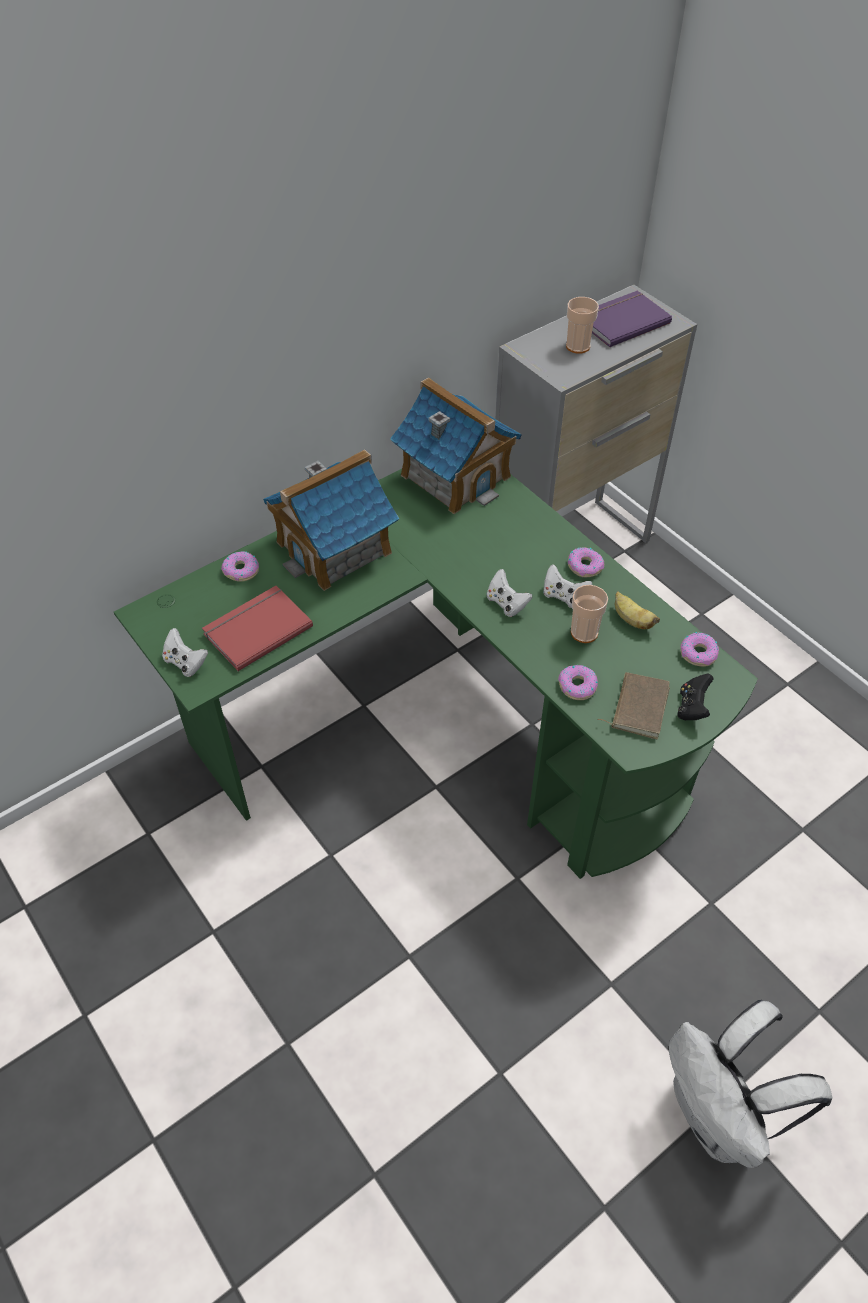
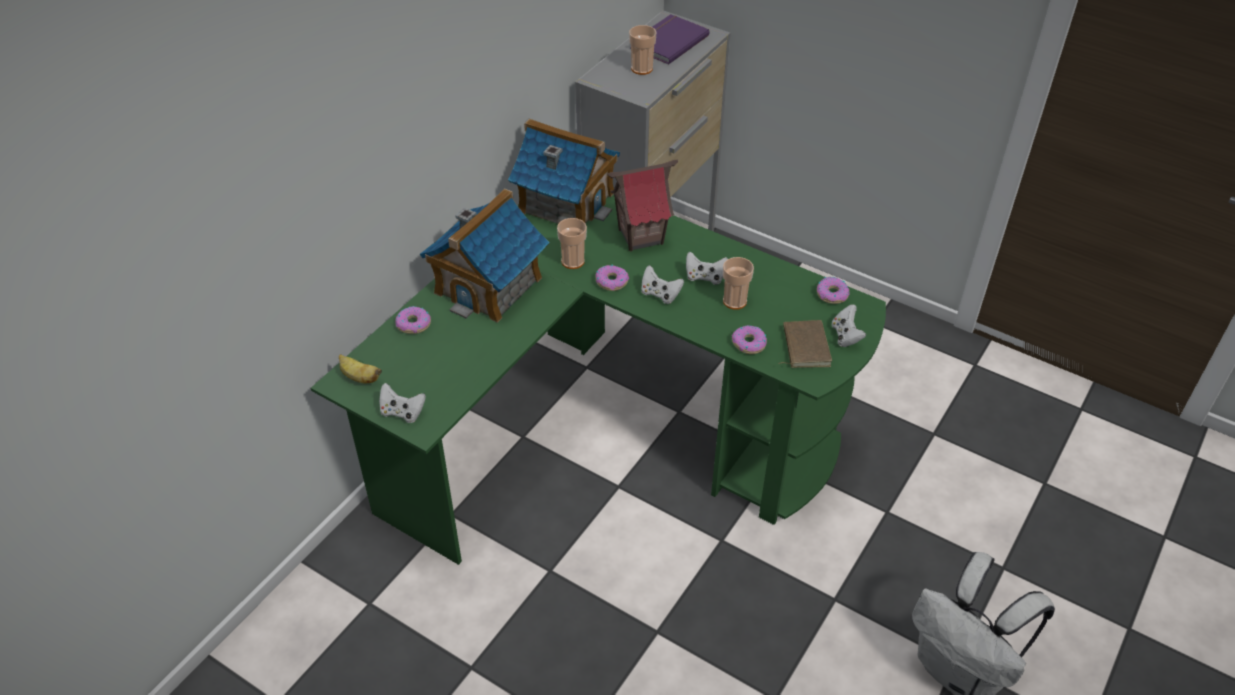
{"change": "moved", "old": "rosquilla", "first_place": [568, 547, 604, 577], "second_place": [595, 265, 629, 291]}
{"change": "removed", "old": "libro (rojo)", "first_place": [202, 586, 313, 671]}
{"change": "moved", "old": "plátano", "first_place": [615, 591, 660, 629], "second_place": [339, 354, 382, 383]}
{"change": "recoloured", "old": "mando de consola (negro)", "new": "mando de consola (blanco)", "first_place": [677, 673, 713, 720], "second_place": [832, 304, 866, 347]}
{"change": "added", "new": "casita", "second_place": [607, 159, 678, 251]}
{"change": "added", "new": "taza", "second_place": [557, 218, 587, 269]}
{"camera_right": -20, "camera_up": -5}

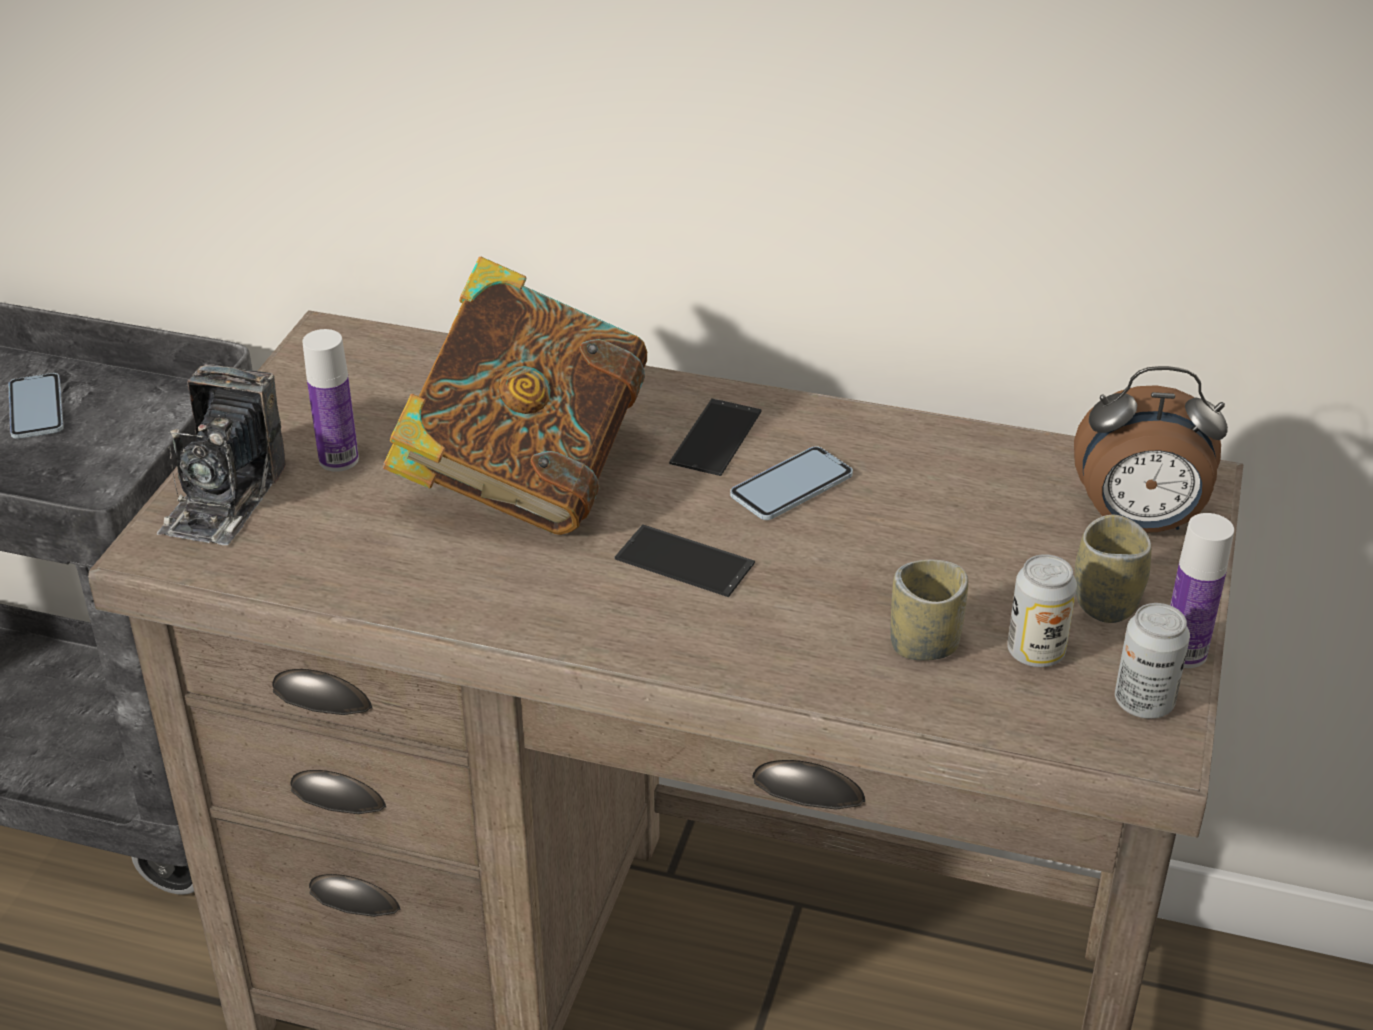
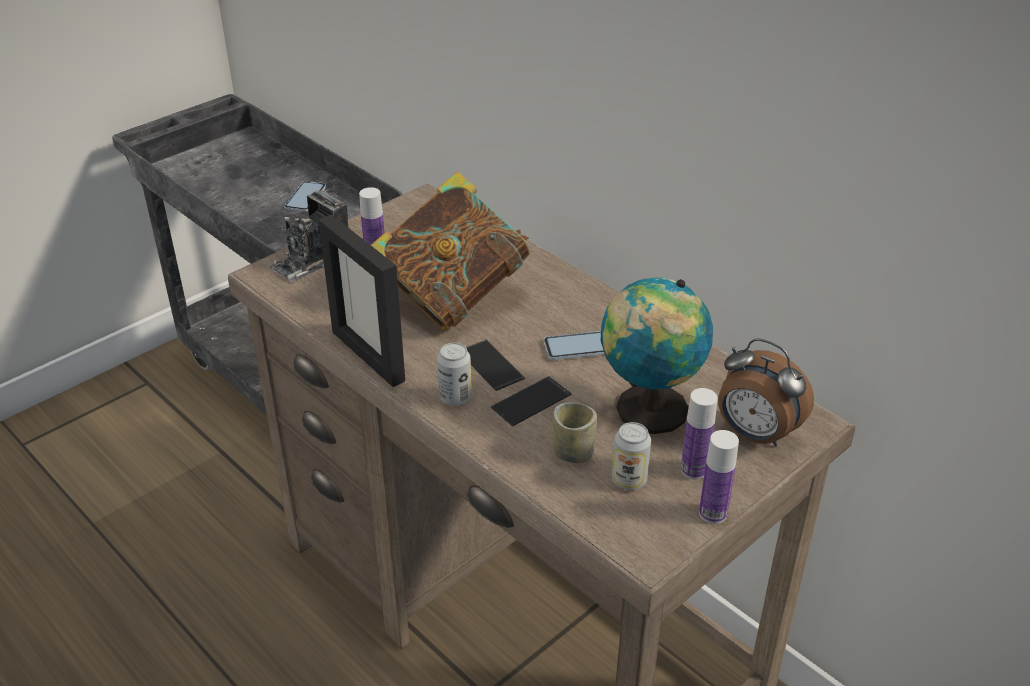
{"change": "moved", "old": "móvil", "first_place": [669, 398, 762, 476], "second_place": [491, 376, 571, 426]}
{"change": "replaced", "old": "taza", "new": "botella", "first_place": [1075, 515, 1151, 623], "second_place": [681, 388, 718, 480]}
{"change": "moved", "old": "lata", "first_place": [1115, 603, 1190, 719], "second_place": [437, 342, 472, 406]}
{"change": "added", "new": "portarretratos", "second_place": [318, 214, 405, 387]}
{"change": "added", "new": "globo terráqueo", "second_place": [601, 277, 713, 434]}
{"camera_right": 30, "camera_up": 0}

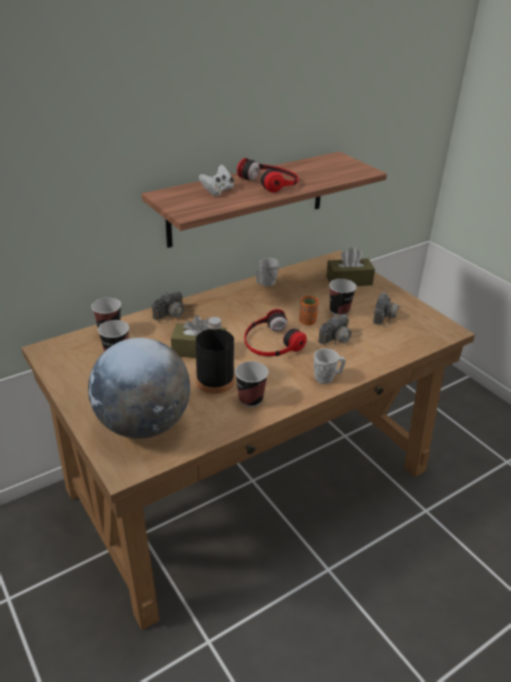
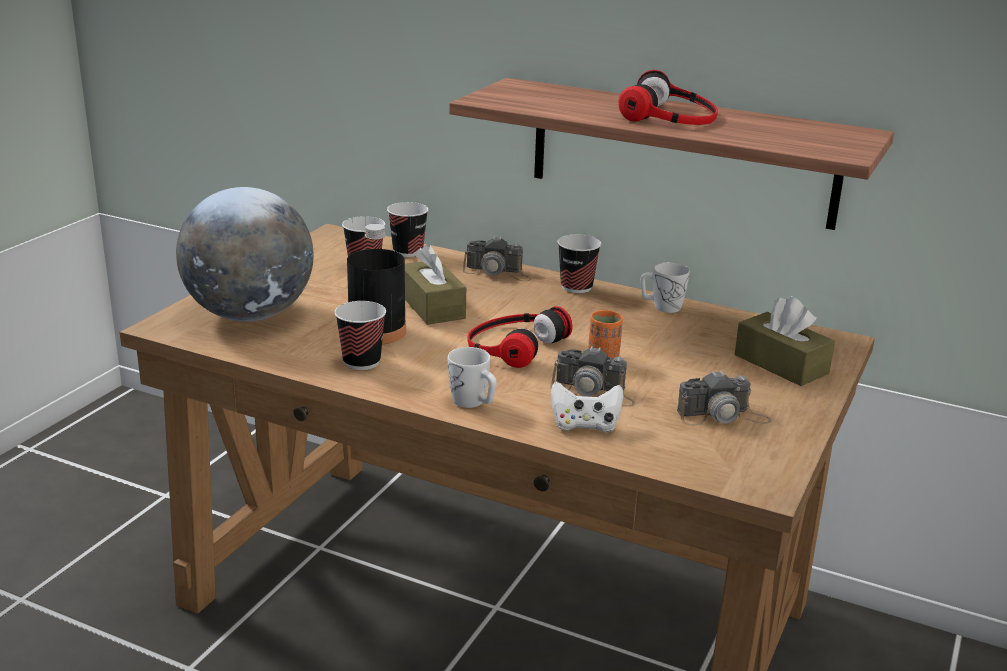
{"change": "moved", "old": "mando de consola (blanco)", "first_place": [199, 165, 234, 196], "second_place": [551, 382, 623, 433]}
{"change": "moved", "old": "taza", "first_place": [329, 279, 357, 316], "second_place": [557, 235, 601, 293]}
{"camera_right": 60, "camera_up": -10}

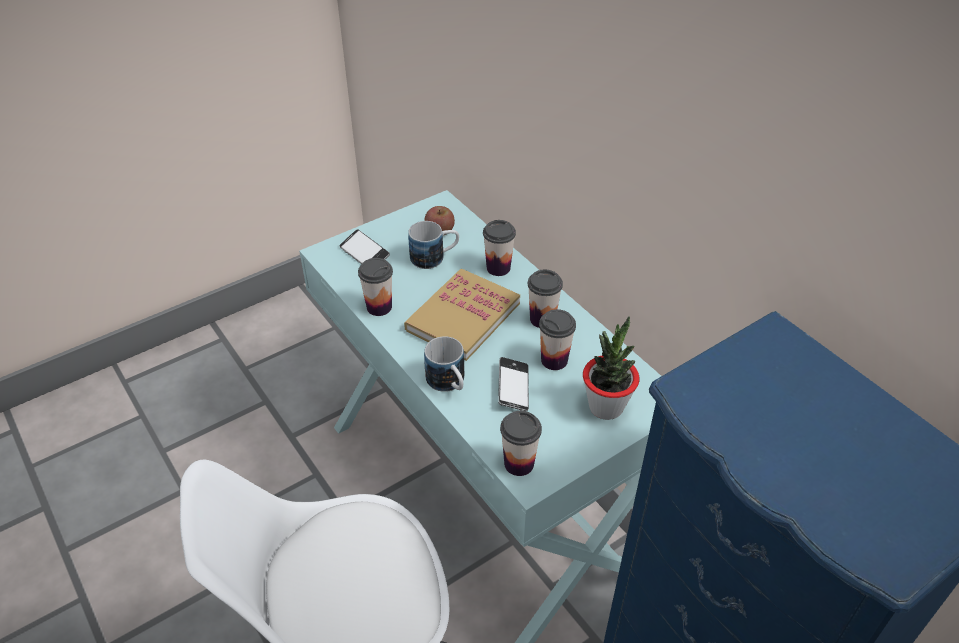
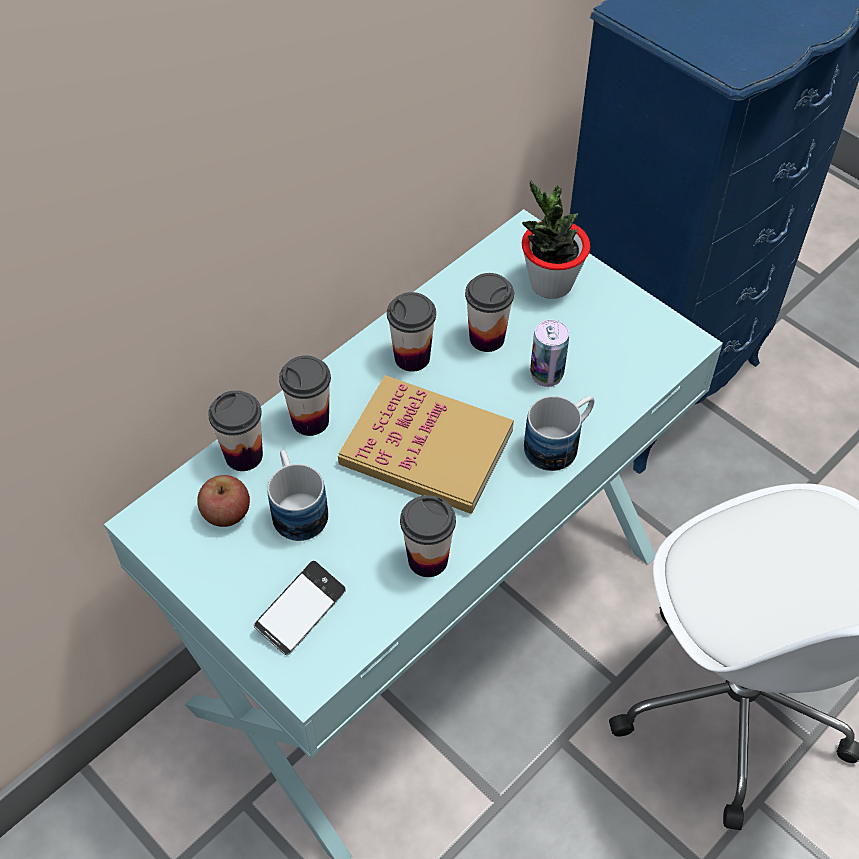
{"change": "replaced", "old": "móvil", "new": "lata", "first_place": [498, 357, 529, 411], "second_place": [530, 320, 569, 387]}
{"change": "moved", "old": "taza", "first_place": [500, 411, 542, 476], "second_place": [208, 390, 263, 471]}
{"camera_right": -100, "camera_up": 10}

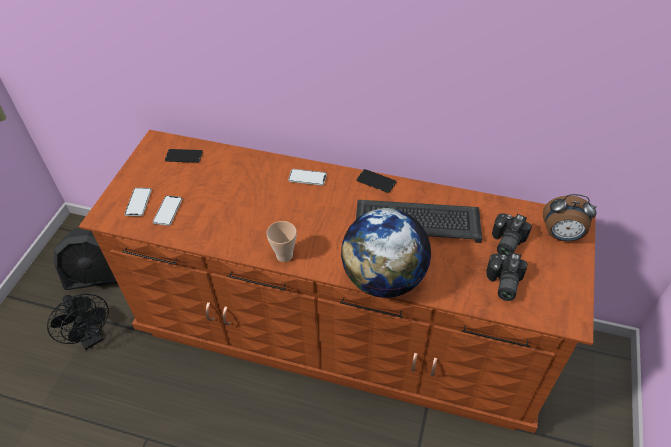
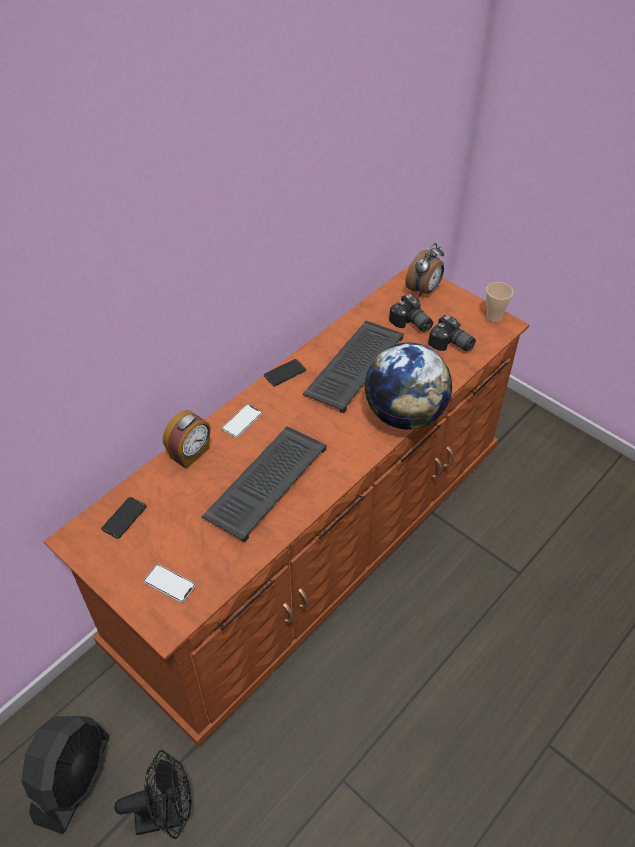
{"change": "removed", "old": "móvil", "first_place": [153, 195, 183, 226]}
{"change": "moved", "old": "taza", "first_place": [267, 221, 297, 262], "second_place": [486, 282, 513, 322]}
{"change": "added", "new": "despertador", "second_place": [163, 410, 211, 469]}
{"change": "added", "new": "teclado", "second_place": [201, 426, 327, 542]}
{"camera_right": -65, "camera_up": 0}

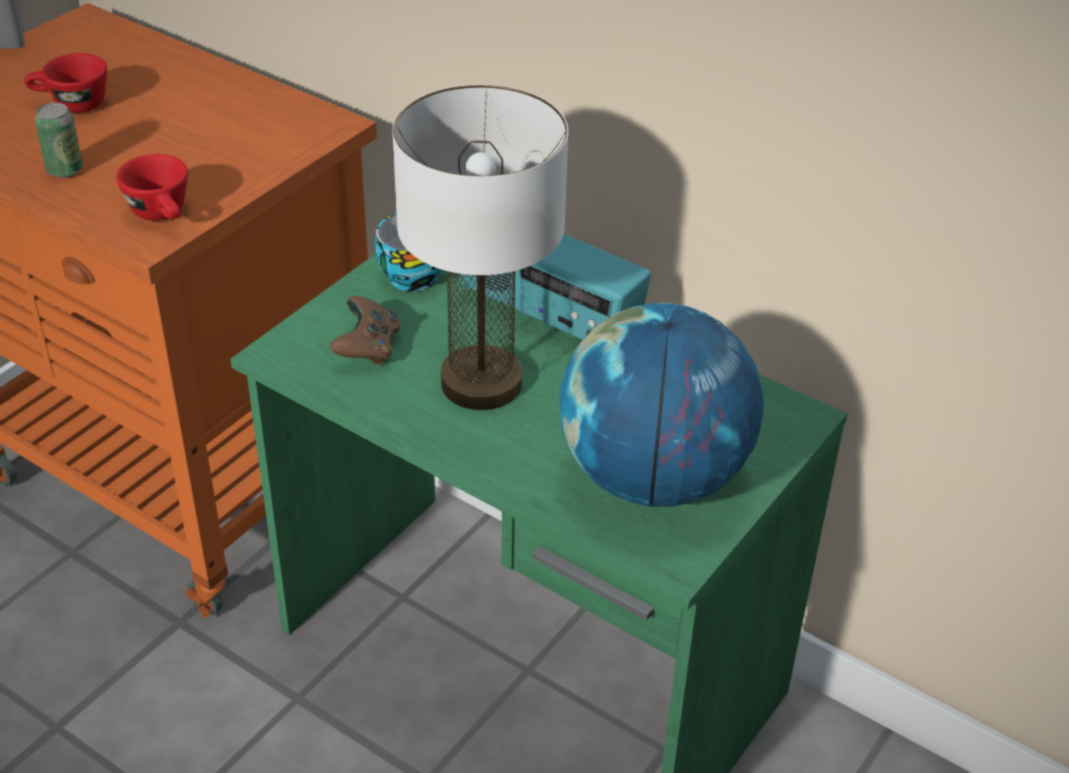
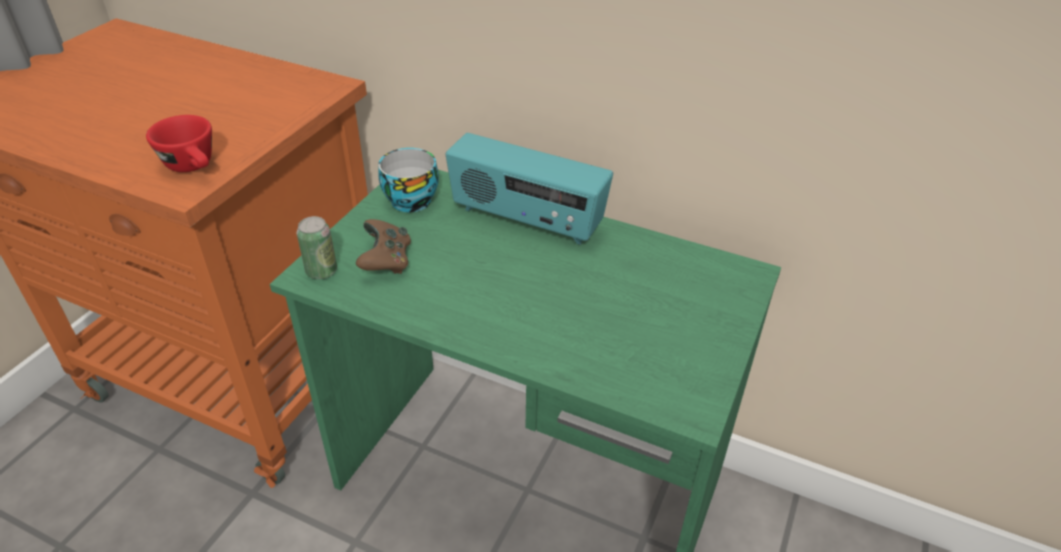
{"change": "removed", "old": "taza (rojo)", "first_place": [24, 53, 107, 113]}
{"change": "removed", "old": "lámpara de mesa", "first_place": [393, 84, 568, 410]}
{"change": "moved", "old": "lata", "first_place": [35, 103, 83, 178], "second_place": [297, 216, 337, 279]}
{"change": "removed", "old": "globo terráqueo", "first_place": [559, 303, 764, 507]}
{"camera_right": -10, "camera_up": 0}

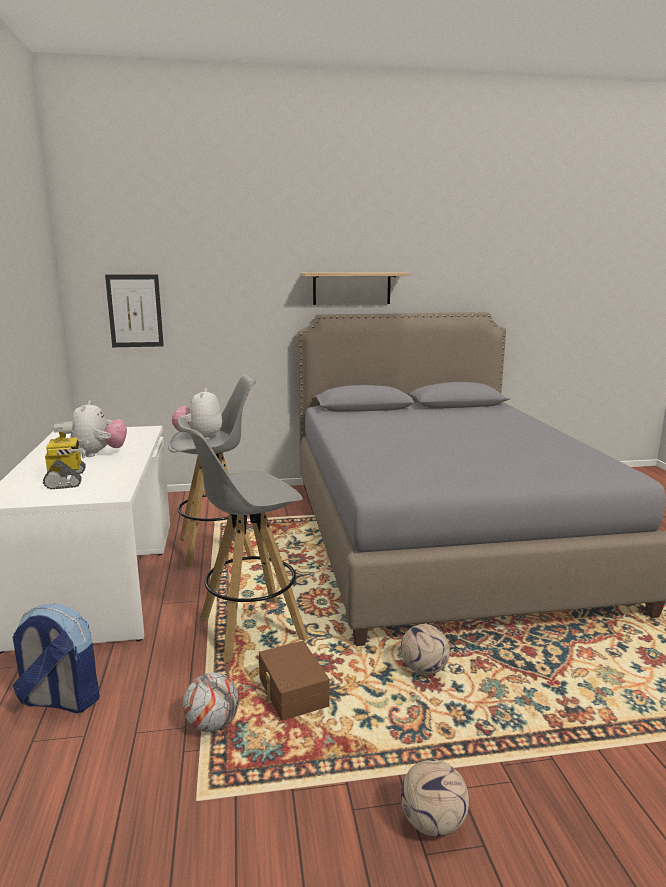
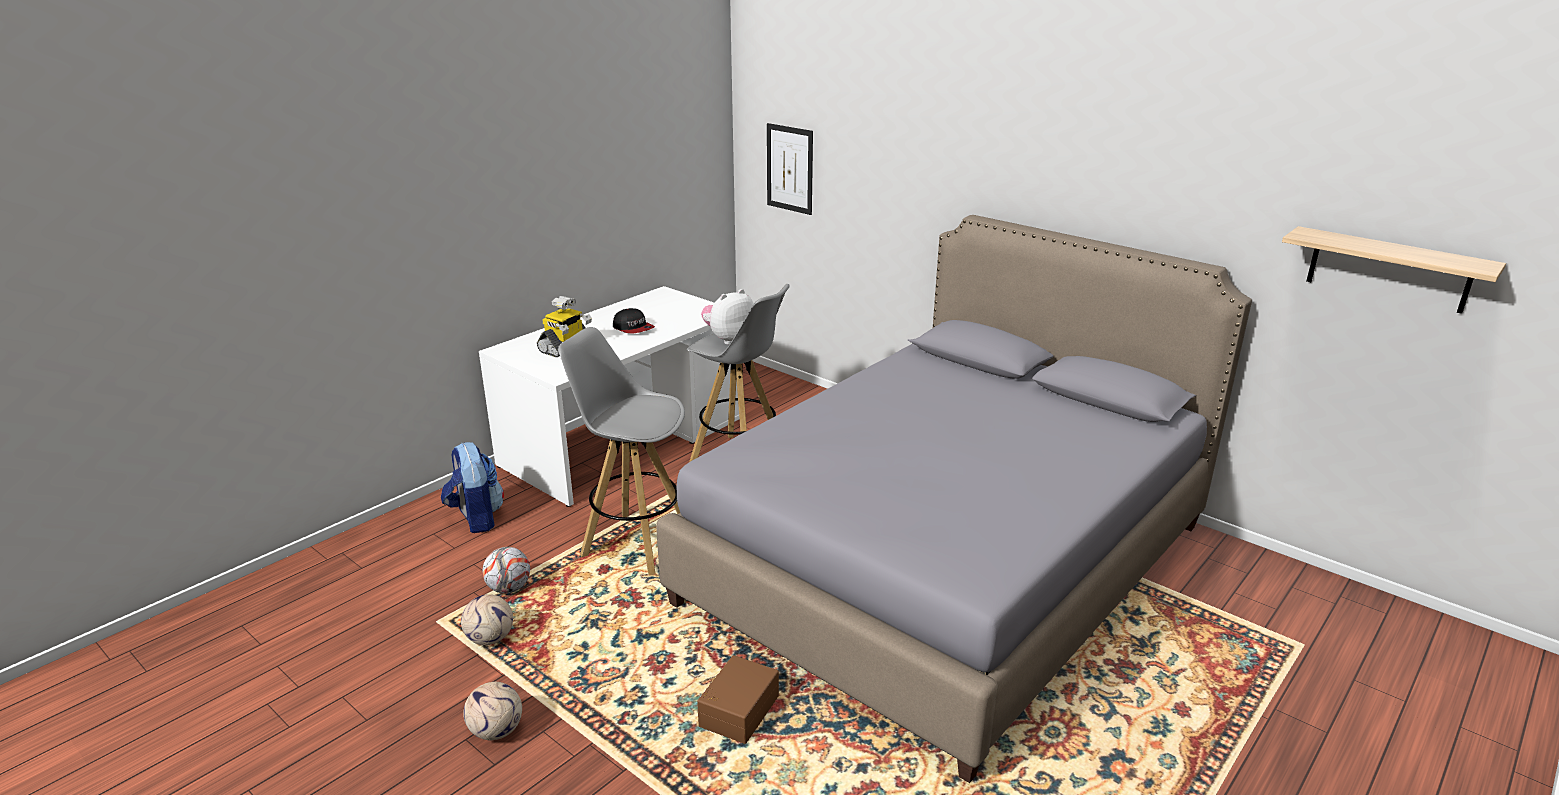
{"change": "moved", "old": "estante", "first_place": [301, 272, 409, 305], "second_place": [1282, 226, 1506, 314]}
{"change": "replaced", "old": "peluche", "new": "gorra", "first_place": [71, 401, 127, 457], "second_place": [613, 308, 655, 334]}
{"change": "moved", "old": "balón de fútbol", "first_place": [400, 624, 450, 675], "second_place": [461, 594, 513, 645]}
{"change": "moved", "old": "caja de almacenaje (marrón)", "first_place": [259, 641, 329, 721], "second_place": [697, 655, 779, 744]}
{"camera_right": 50, "camera_up": 10}

